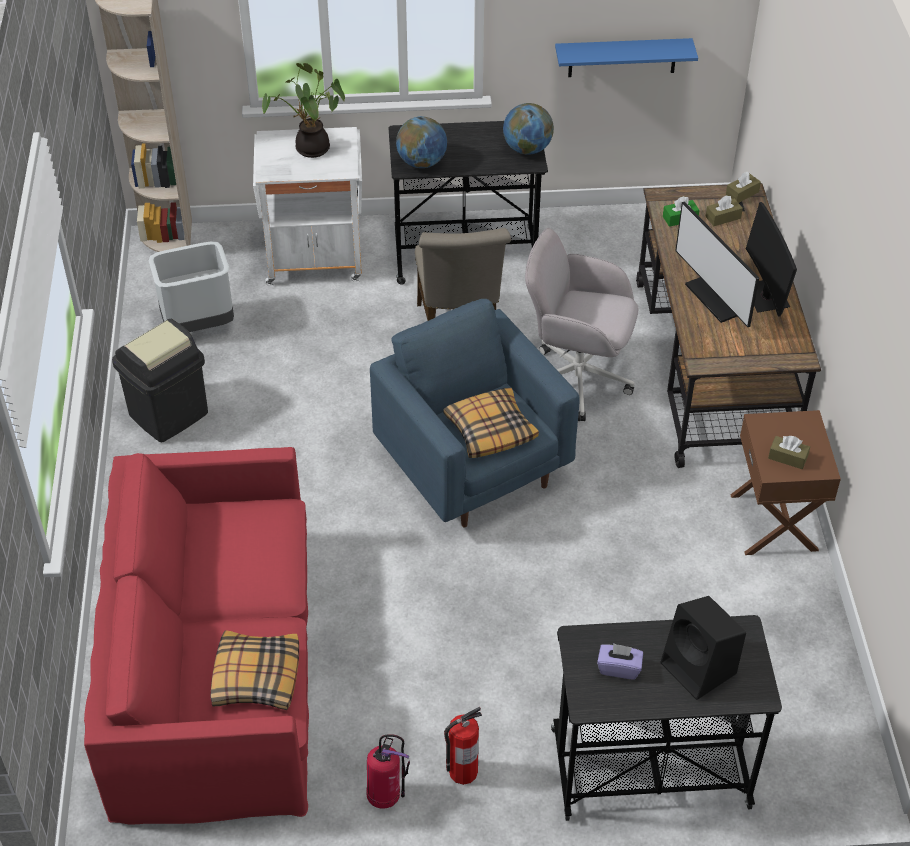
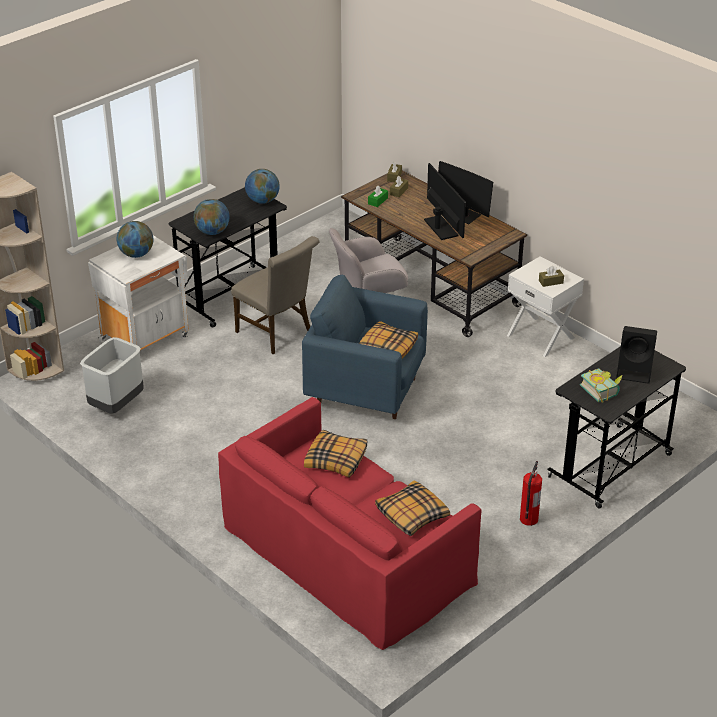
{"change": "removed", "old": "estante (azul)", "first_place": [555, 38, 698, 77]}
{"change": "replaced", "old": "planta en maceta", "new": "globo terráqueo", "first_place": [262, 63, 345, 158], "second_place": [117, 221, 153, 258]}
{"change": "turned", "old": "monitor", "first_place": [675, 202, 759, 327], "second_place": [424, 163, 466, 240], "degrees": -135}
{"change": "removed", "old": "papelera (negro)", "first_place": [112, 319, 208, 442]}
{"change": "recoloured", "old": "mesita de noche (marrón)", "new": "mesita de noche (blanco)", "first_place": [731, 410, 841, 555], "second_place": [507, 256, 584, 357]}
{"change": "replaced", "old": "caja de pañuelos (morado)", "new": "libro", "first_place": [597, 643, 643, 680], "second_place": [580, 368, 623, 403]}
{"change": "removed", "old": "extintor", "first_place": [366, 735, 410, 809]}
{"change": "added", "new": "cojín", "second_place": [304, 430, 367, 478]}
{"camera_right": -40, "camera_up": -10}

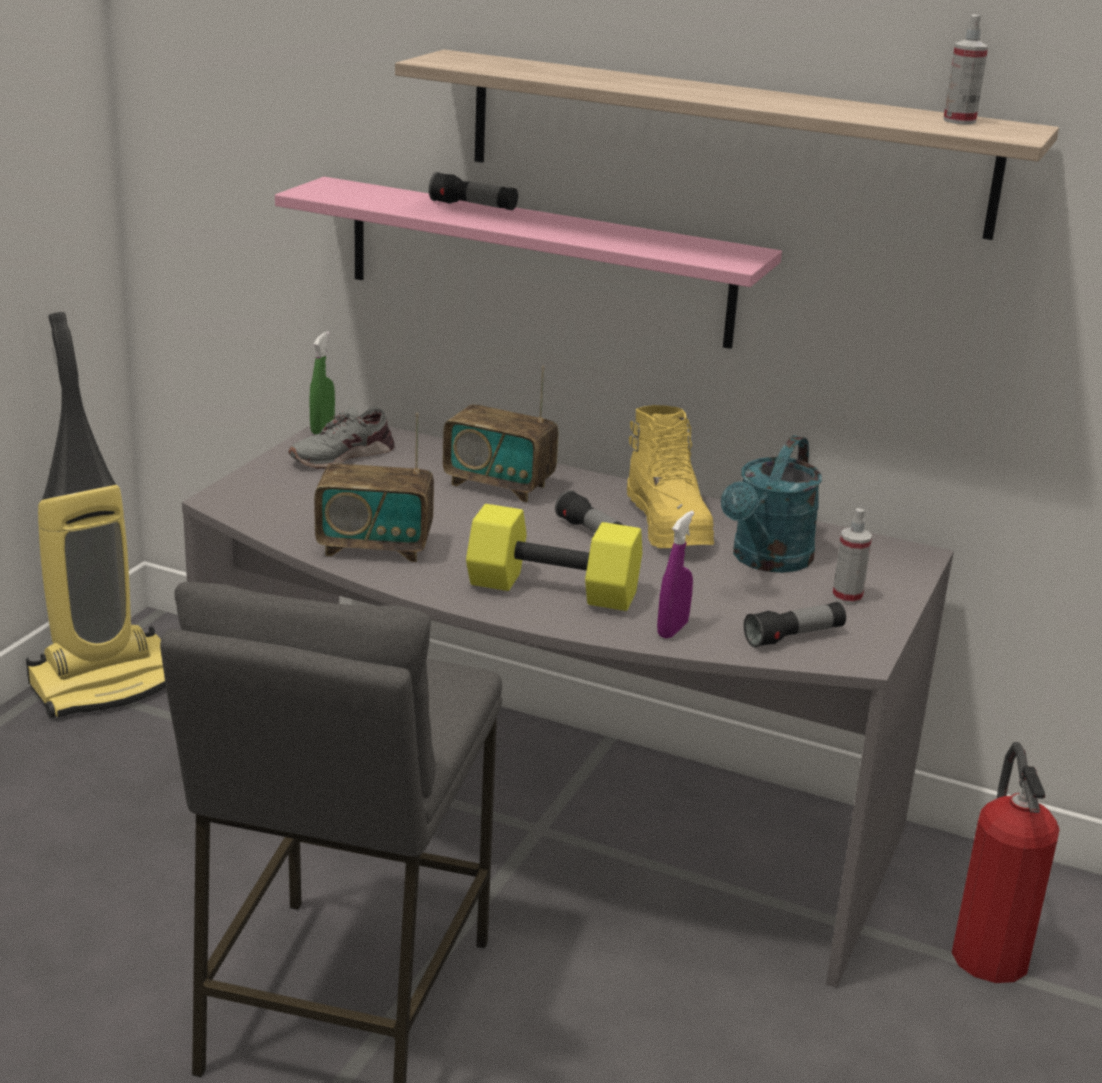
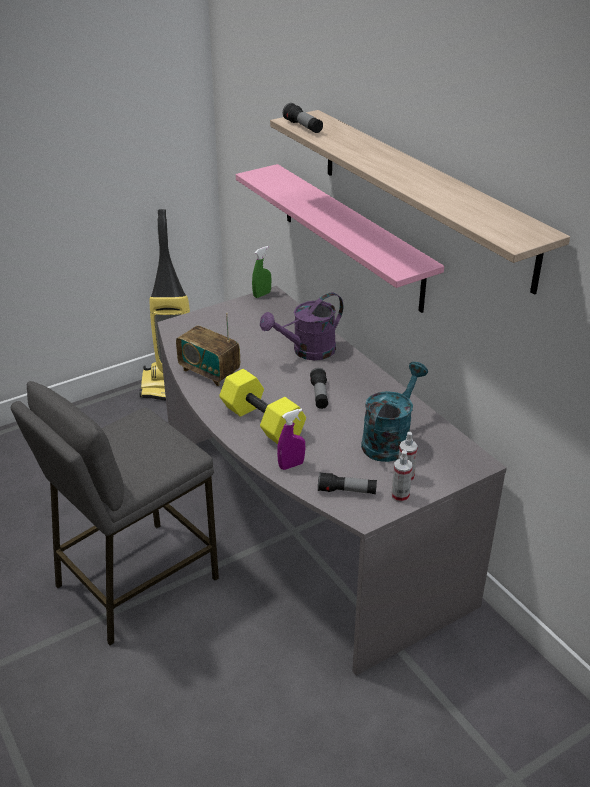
{"change": "moved", "old": "pulverizador", "first_place": [943, 14, 988, 125], "second_place": [391, 450, 412, 503]}
{"change": "moved", "old": "linterna", "first_place": [429, 172, 518, 210], "second_place": [283, 103, 323, 133]}
{"change": "replaced", "old": "radio", "new": "regadera (morado)", "first_place": [443, 366, 558, 502], "second_place": [260, 292, 343, 360]}
{"change": "removed", "old": "bota (amarillo)", "first_place": [627, 405, 714, 549]}
{"change": "removed", "old": "zapato (gris)", "first_place": [288, 407, 394, 469]}
{"change": "turned", "old": "regadera (turquesa)", "first_place": [721, 435, 822, 573], "second_place": [361, 362, 428, 462], "degrees": 150}
{"change": "removed", "old": "extintor", "first_place": [952, 742, 1060, 983]}
{"camera_right": 35, "camera_up": 10}

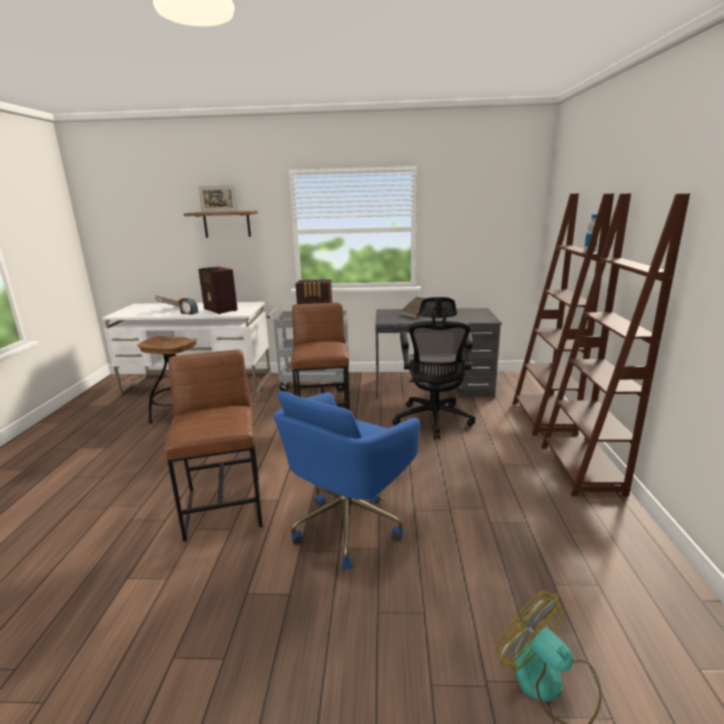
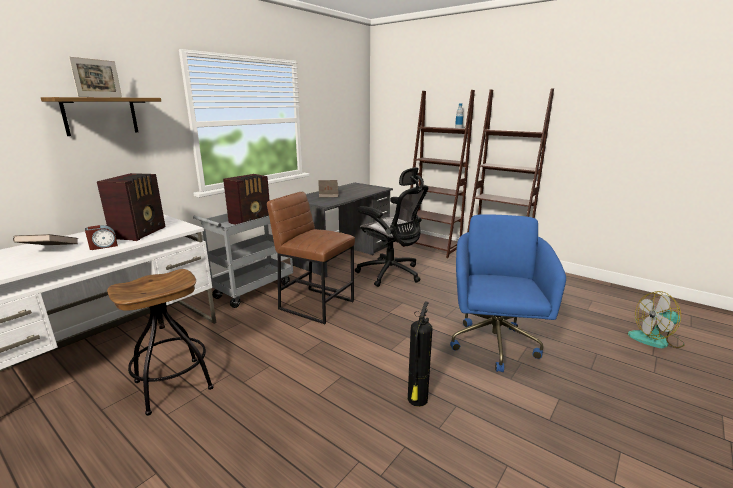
{"change": "turned", "old": "radio", "first_place": [198, 266, 237, 314], "second_place": [97, 173, 165, 241], "degrees": -75}
{"change": "replaced", "old": "silla (marrón)", "new": "extintor", "first_place": [164, 350, 263, 542], "second_place": [408, 301, 432, 407]}
{"change": "turned", "old": "silla de oficina (azul)", "first_place": [274, 391, 420, 569], "second_place": [450, 214, 566, 372], "degrees": -150}
{"camera_right": -55, "camera_up": 0}

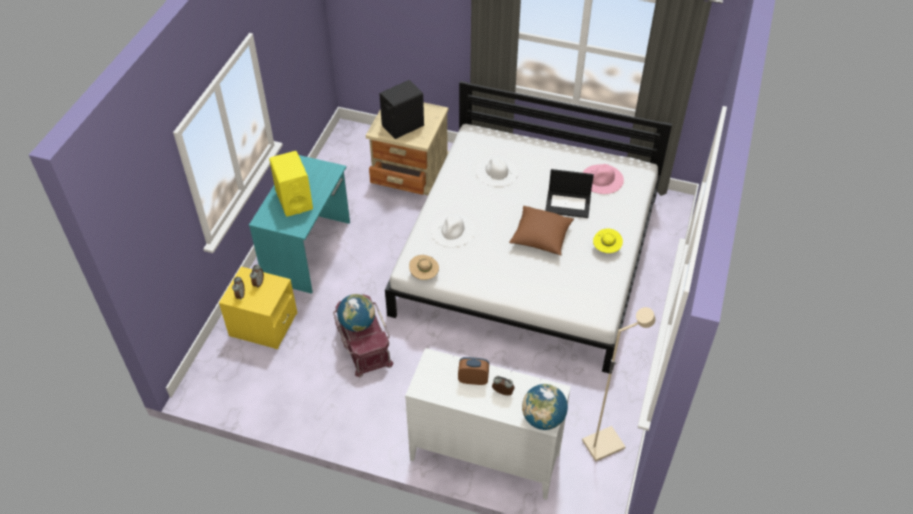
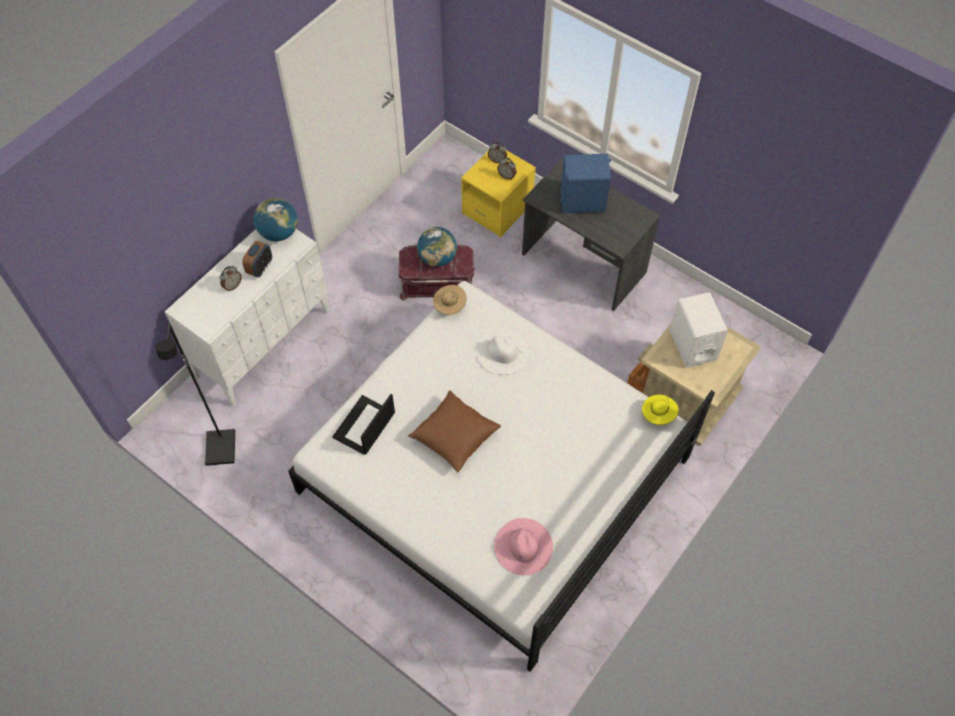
{"change": "recoloured", "old": "altavoz (negro)", "new": "altavoz (blanco)", "first_place": [379, 80, 424, 139], "second_place": [669, 292, 728, 368]}
{"change": "recoloured", "old": "altavoz (amarillo)", "new": "altavoz (azul)", "first_place": [269, 151, 313, 217], "second_place": [561, 154, 611, 213]}
{"change": "recoloured", "old": "escritorio (turquesa)", "new": "escritorio (gris)", "first_place": [249, 155, 350, 294], "second_place": [522, 159, 660, 311]}
{"change": "removed", "old": "sombrero (blanco)", "first_place": [476, 157, 518, 187]}
{"change": "moved", "old": "portátil", "first_place": [545, 169, 594, 218], "second_place": [332, 394, 395, 455]}
{"change": "moved", "old": "sombrero (amarillo)", "first_place": [593, 229, 623, 253], "second_place": [642, 395, 679, 425]}
{"change": "recoloured", "old": "lámpara de pie (beis)", "new": "lámpara de pie (negro)", "first_place": [582, 307, 656, 462], "second_place": [155, 323, 235, 466]}
{"change": "moved", "old": "globo terráqueo", "first_place": [522, 384, 568, 430], "second_place": [254, 198, 298, 241]}
{"camera_right": 110, "camera_up": 10}

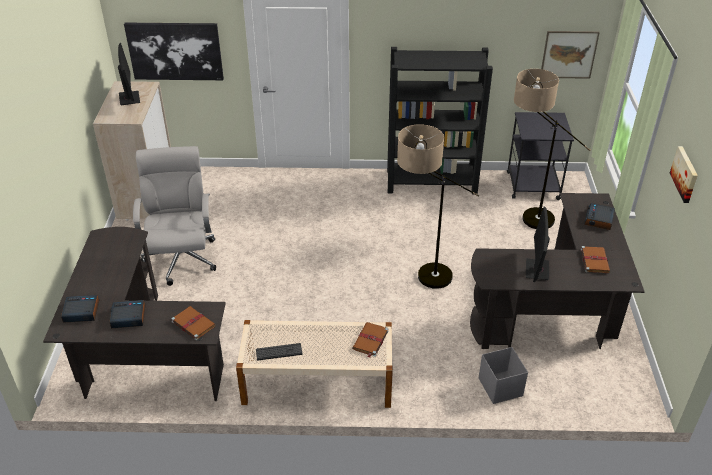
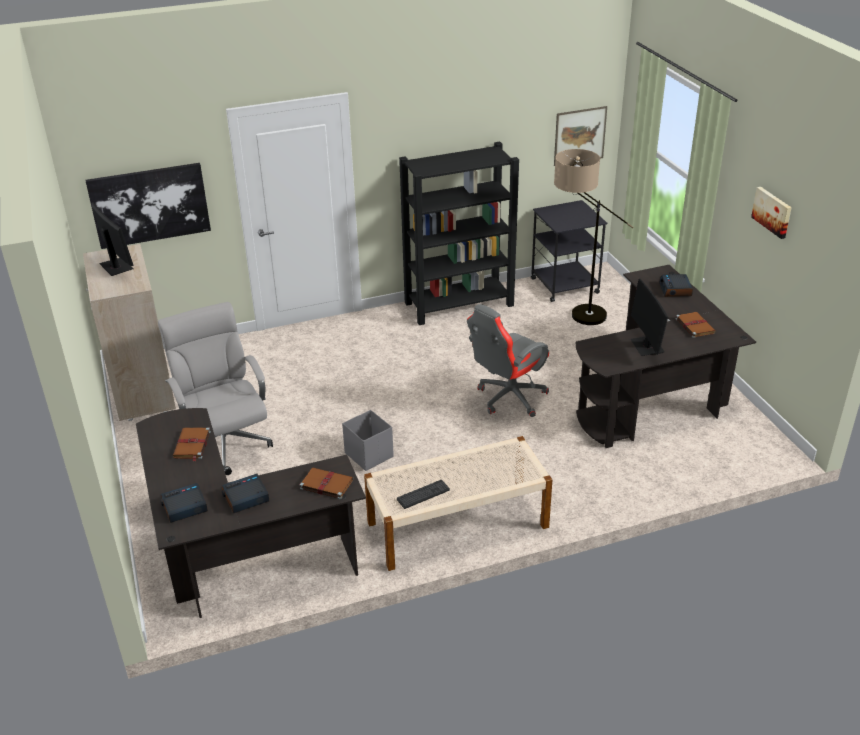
{"change": "replaced", "old": "lámpara de pie", "new": "silla de oficina (gris)", "first_place": [397, 124, 479, 289], "second_place": [467, 304, 549, 417]}
{"change": "moved", "old": "libro (marrón)", "first_place": [352, 322, 388, 358], "second_place": [172, 427, 211, 462]}
{"change": "moved", "old": "caja de almacenaje (gris)", "first_place": [479, 347, 528, 404], "second_place": [342, 410, 394, 471]}
{"camera_right": -20, "camera_up": -5}

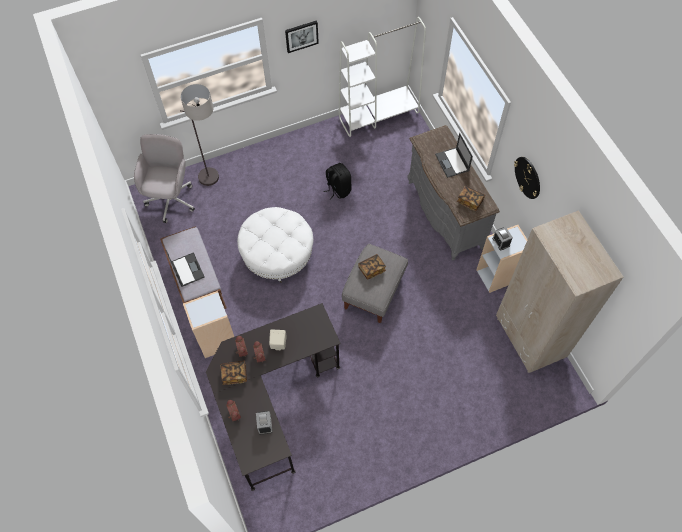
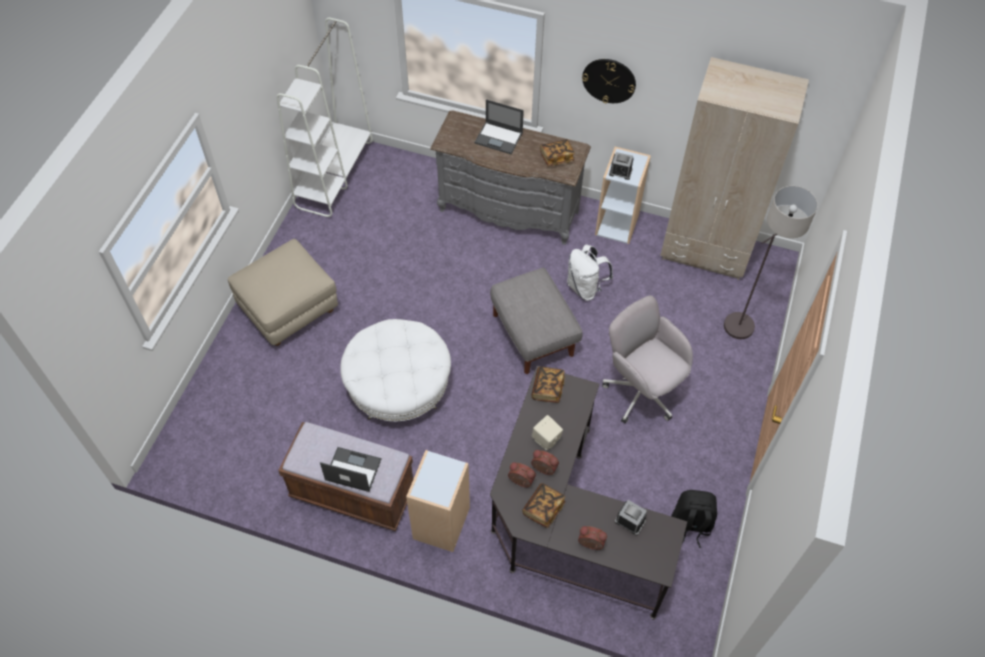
{"change": "removed", "old": "cuadro", "first_place": [285, 20, 319, 53]}
{"change": "moved", "old": "lámpara de pie (gris)", "first_place": [180, 84, 219, 186], "second_place": [724, 186, 818, 339]}
{"change": "moved", "old": "silla de oficina (gris)", "first_place": [134, 134, 195, 223], "second_place": [602, 295, 693, 424]}
{"change": "moved", "old": "mochila (negro)", "first_place": [323, 163, 352, 200], "second_place": [671, 490, 717, 548]}
{"change": "moved", "old": "libro", "first_place": [358, 254, 386, 280], "second_place": [531, 367, 565, 403]}
{"change": "added", "new": "puf (beis)", "second_place": [228, 239, 338, 346]}
{"change": "added", "new": "mochila (blanco)", "second_place": [567, 244, 613, 301]}
{"camera_right": -50, "camera_up": -5}

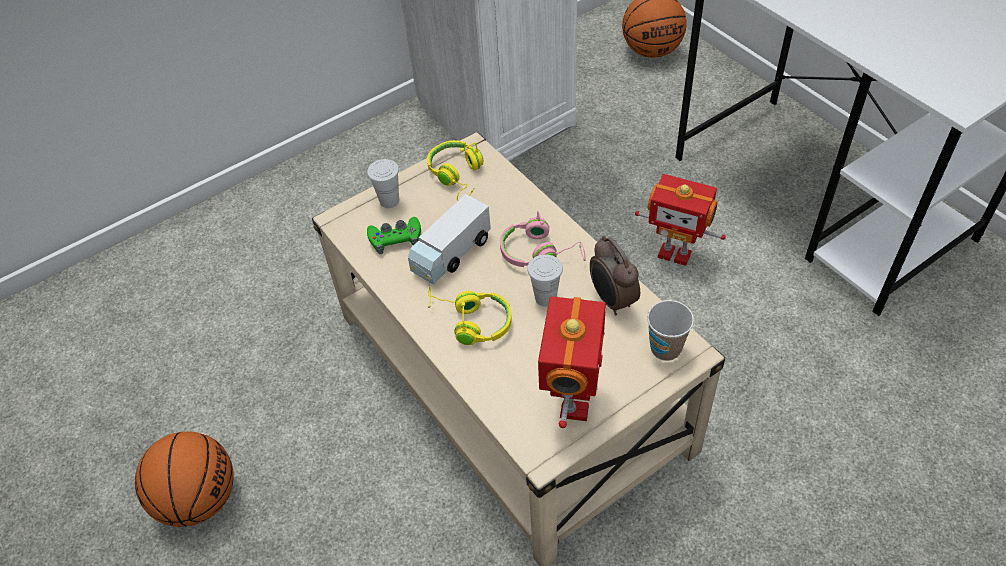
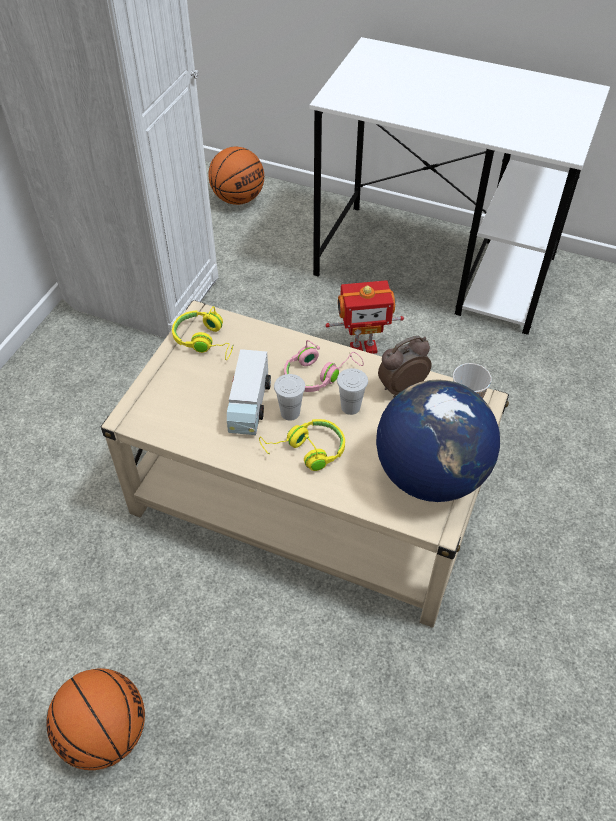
{"change": "moved", "old": "taza (blanco)", "first_place": [367, 159, 399, 208], "second_place": [274, 374, 305, 421]}
{"change": "removed", "old": "mando de consola (verde)", "first_place": [367, 217, 421, 254]}
{"change": "turned", "old": "despertador", "first_place": [590, 236, 640, 316], "second_place": [378, 336, 432, 398], "degrees": 120}
{"change": "replaced", "old": "robot de juguete", "new": "globo terráqueo", "first_place": [538, 296, 606, 428], "second_place": [376, 379, 500, 502]}
{"camera_right": -35, "camera_up": 0}

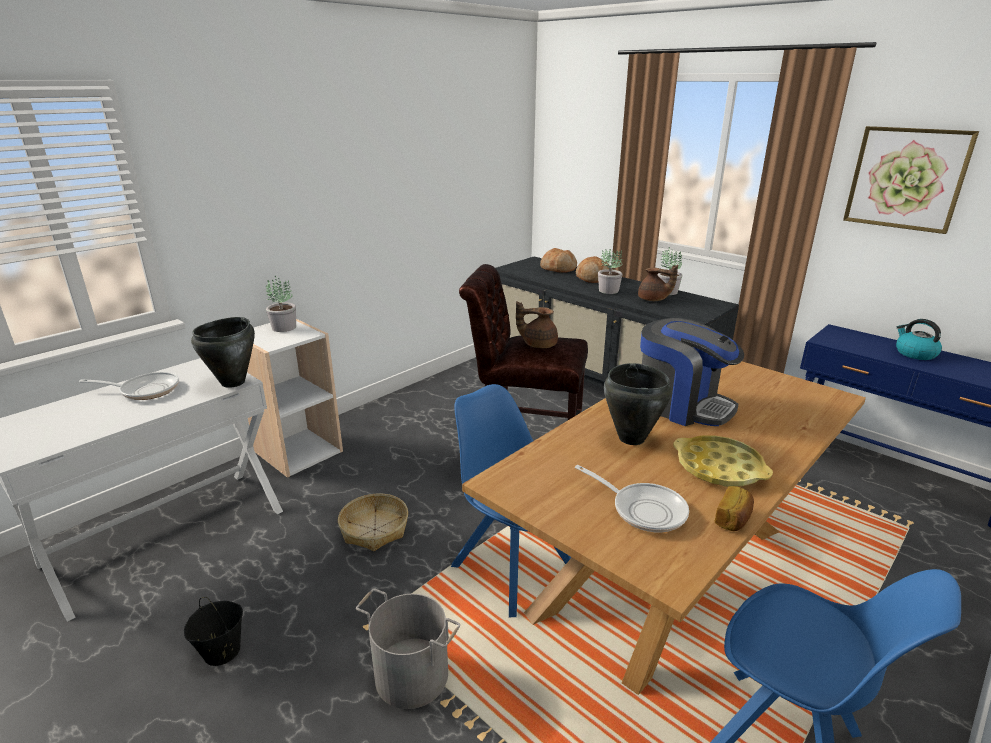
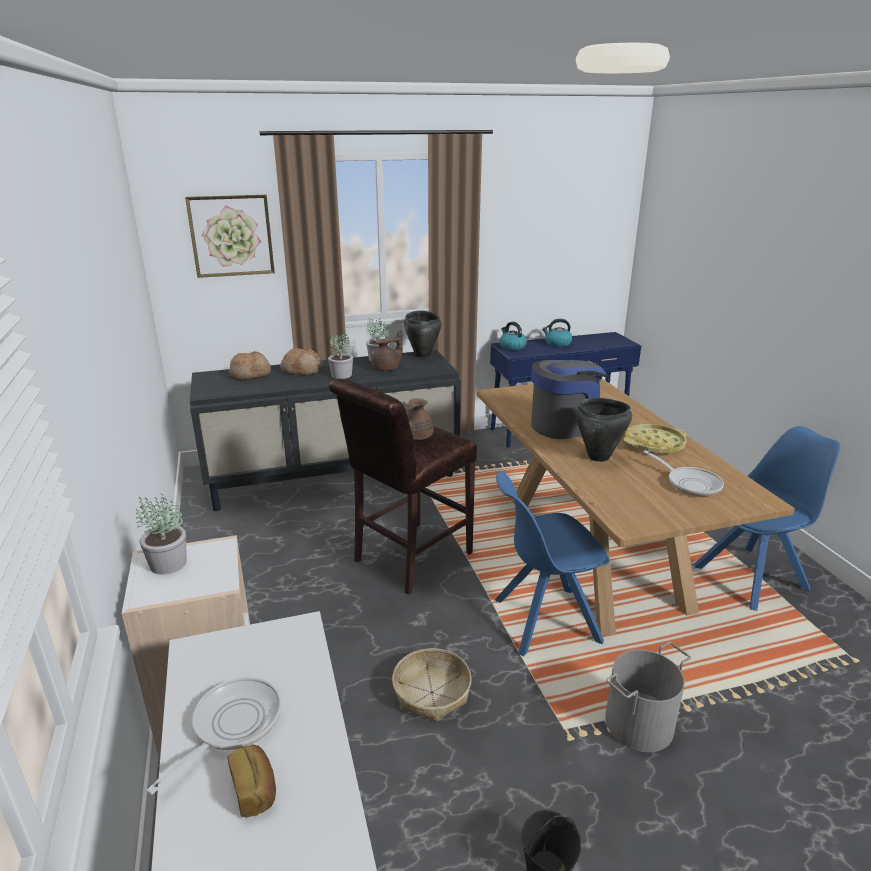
{"change": "moved", "old": "cuadro", "first_place": [843, 126, 979, 234], "second_place": [185, 195, 275, 278]}
{"change": "moved", "old": "olla (negro)", "first_place": [191, 317, 255, 388], "second_place": [404, 311, 442, 358]}
{"change": "turned", "old": "sartén", "first_place": [575, 465, 689, 532], "second_place": [644, 451, 724, 496], "degrees": 75}
{"change": "moved", "old": "pan", "first_place": [715, 486, 754, 531], "second_place": [227, 745, 276, 817]}
{"change": "added", "new": "hervidor", "second_place": [500, 322, 527, 350]}
{"camera_right": -60, "camera_up": 0}

